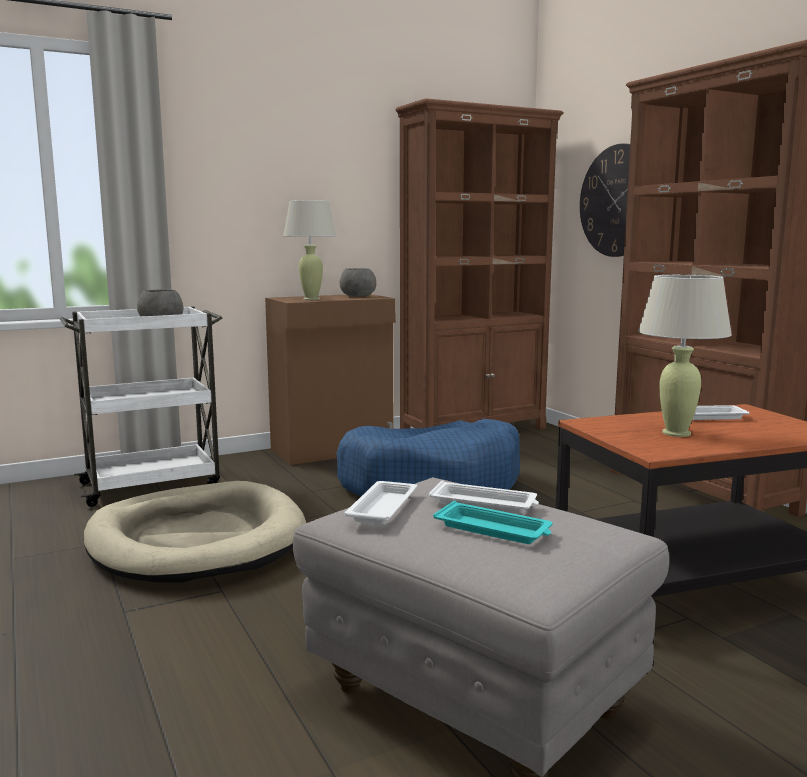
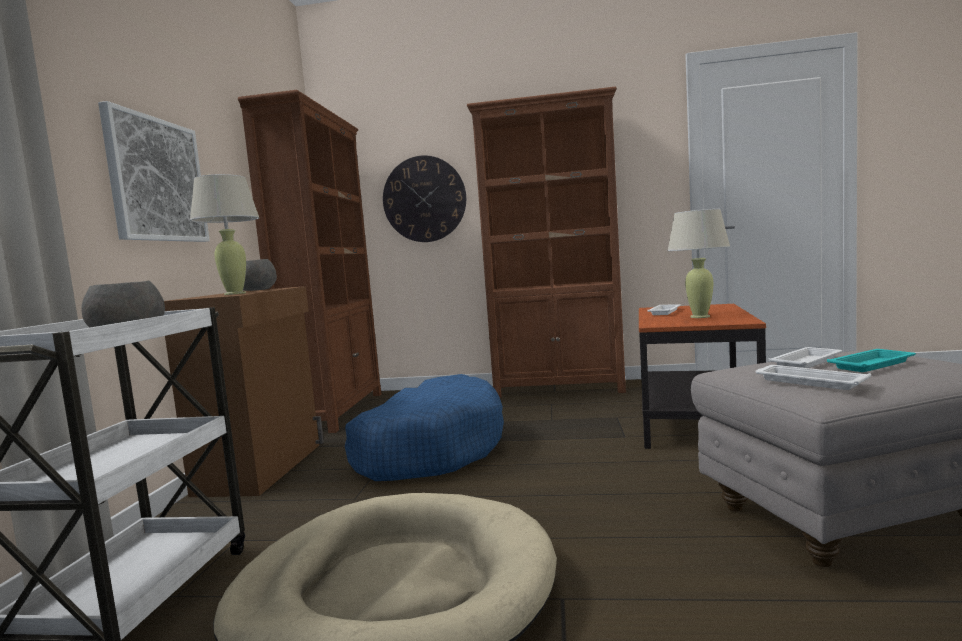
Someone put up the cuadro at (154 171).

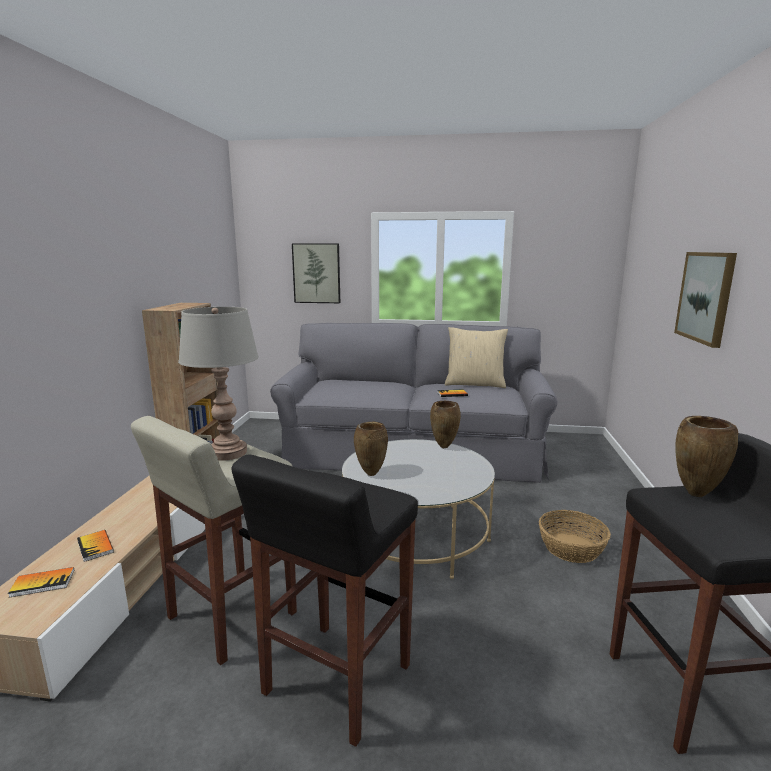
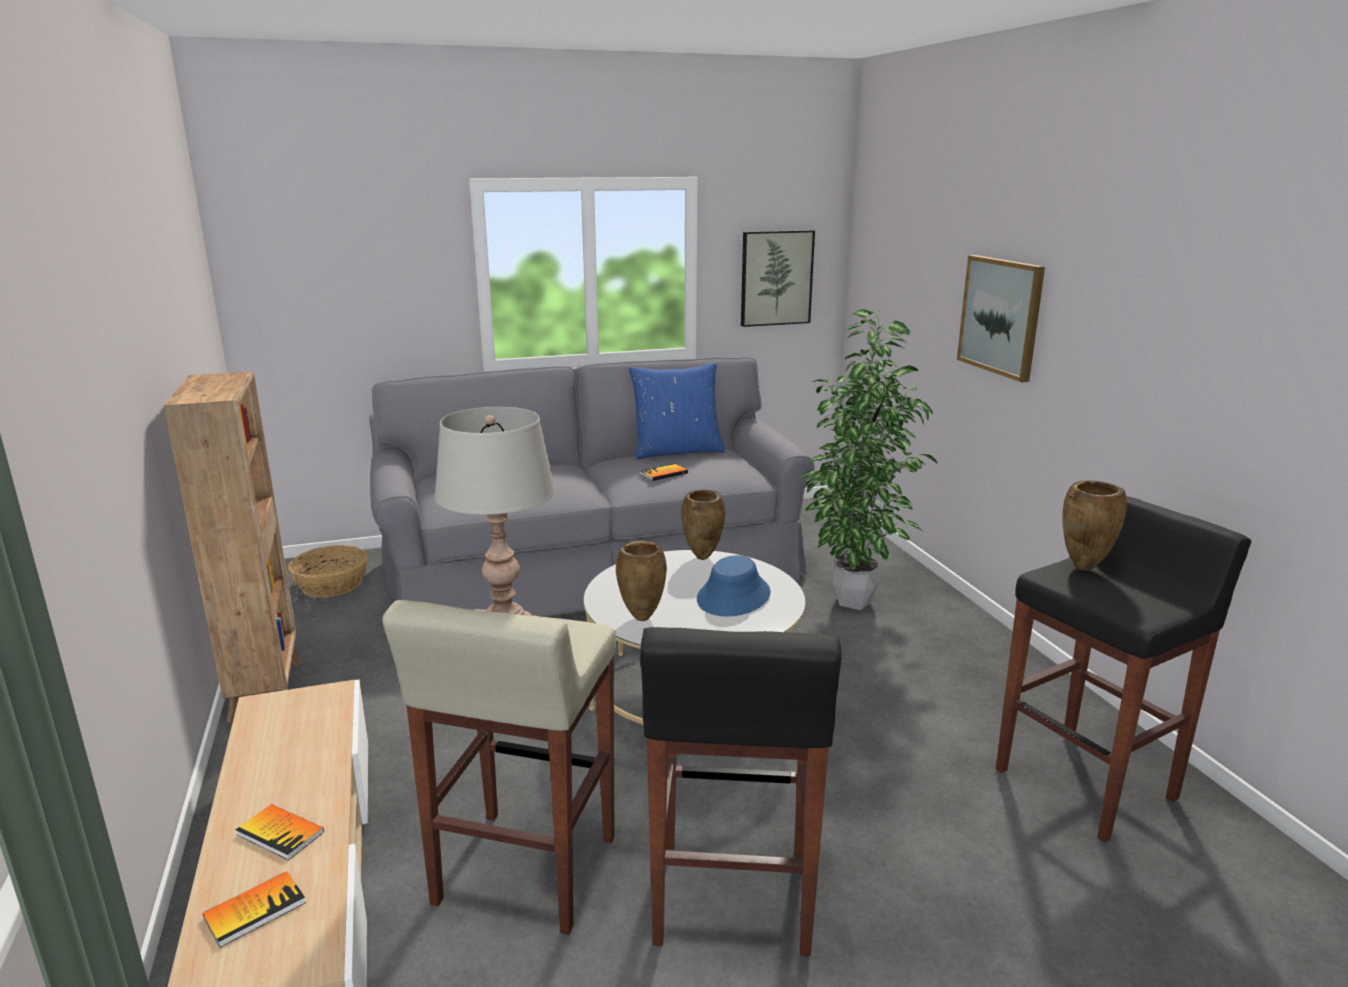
Someone put down the sombrero/azul at (733 585).
Someone put down the planta en maceta at (869 459).
Someone carried the cuadro from (316 273) to (778 278).
Someone carried the cesta from (575 536) to (328 571).
Someone repainted the cojín/beis at (476 357), which became the cojín/azul at (677 411).

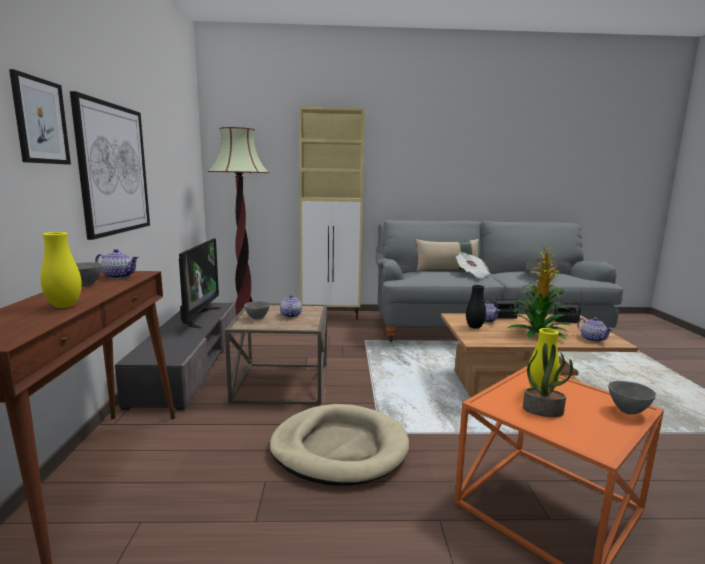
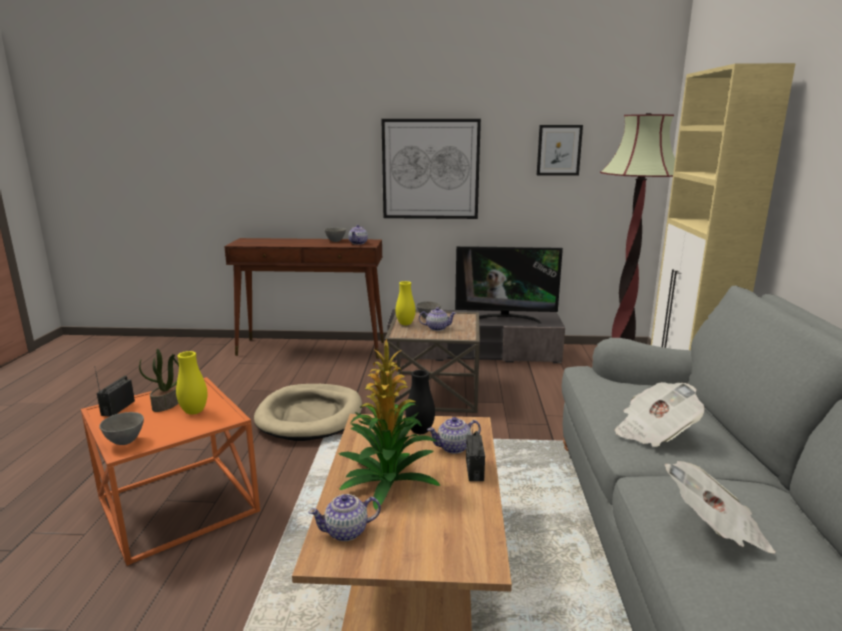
Someone took away the cojín/beis at (447 255).
Someone carried the cuadro from (40 117) to (560 150).
Someone carried the florero/amarillo from (61 270) to (406 303).
Someone carried the radio from (568 307) to (114 391).

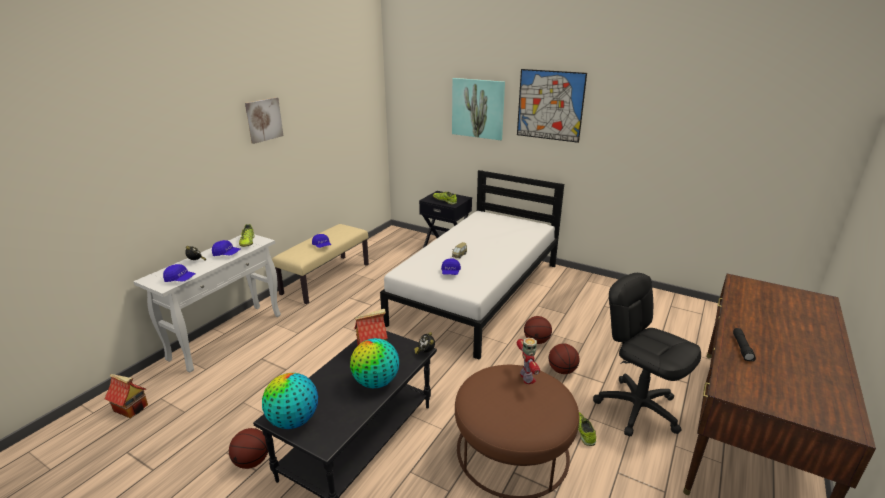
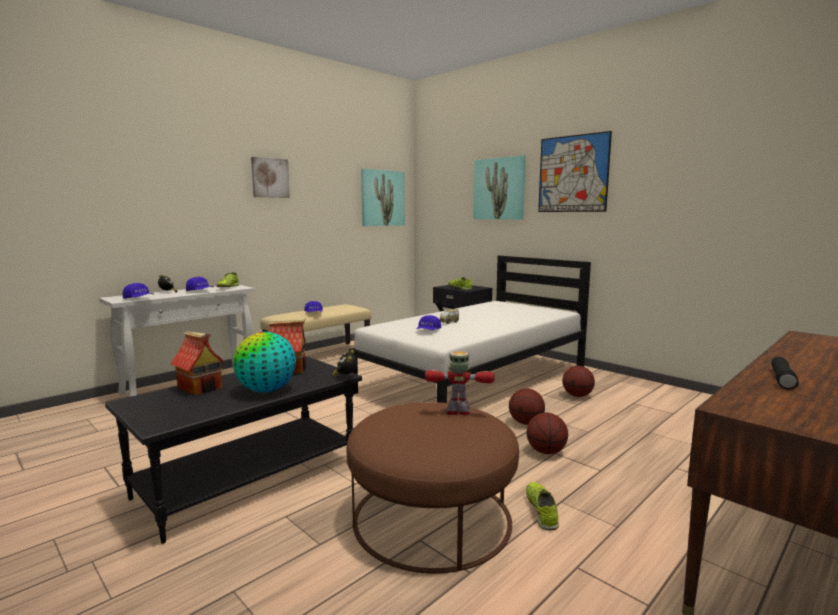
Someone took away the globo terráqueo at (290 401).
Someone took away the silla de oficina/negro at (647 354).
Someone put up the cuadro at (383 197).
Someone carried the casita from (126 396) to (197 363).
Someone carried the balón de baloncesto from (248 448) to (578 381).
Someone rotated the robot de juguete at (528 361) by 90 degrees counterclockwise.

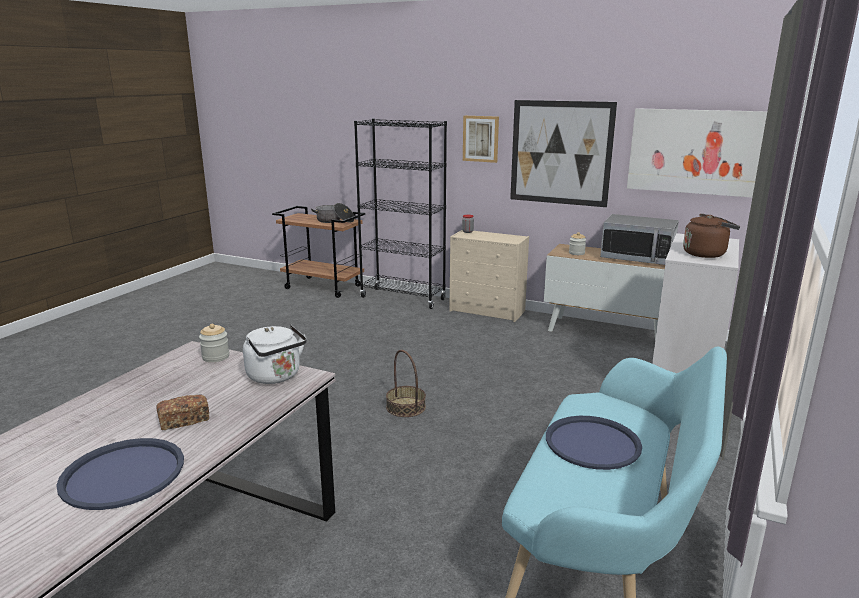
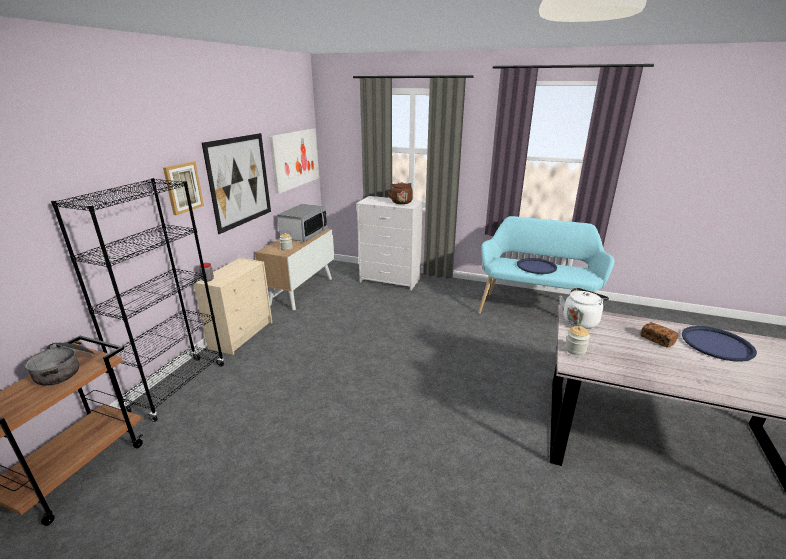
Someone took away the cesta at (406 383).

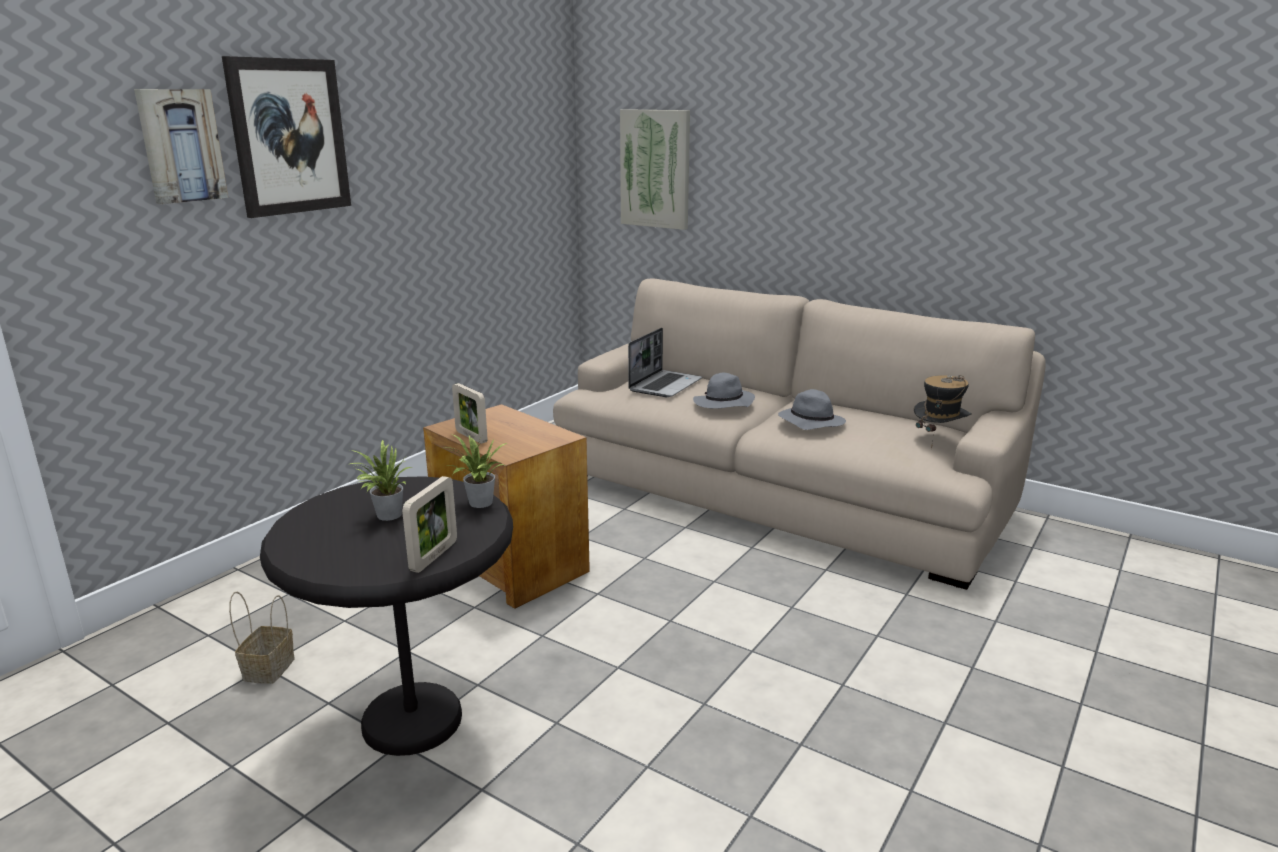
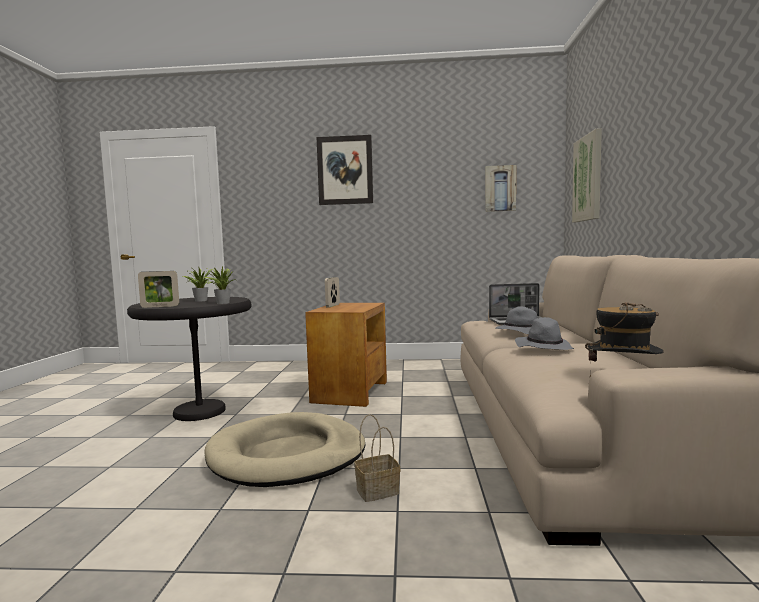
Someone put down the cama para perro/beis at (285 449).
Someone carried the cuadro from (181 146) to (500 188).
Someone carried the cesta from (262 637) to (377 458).

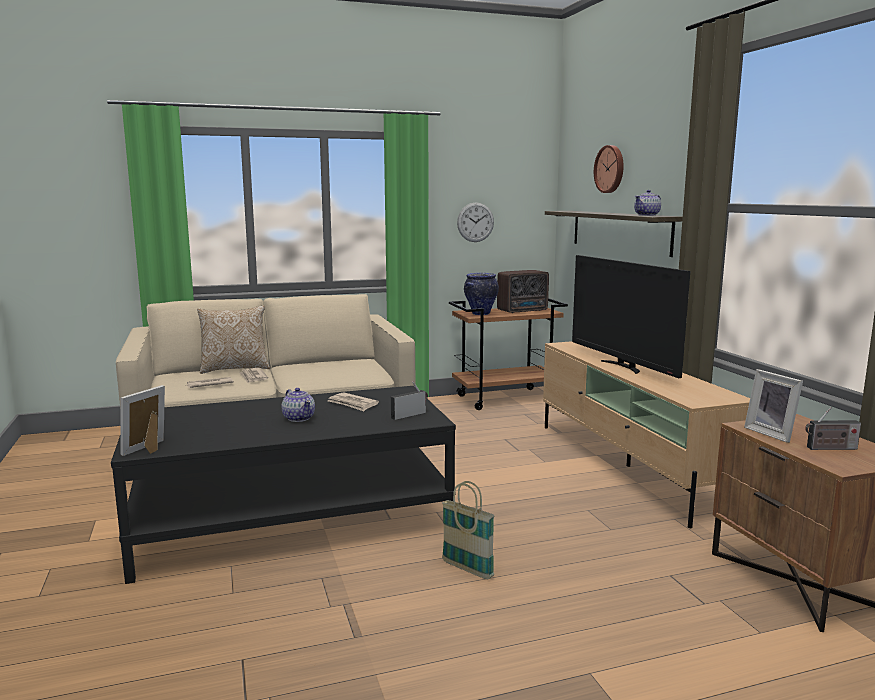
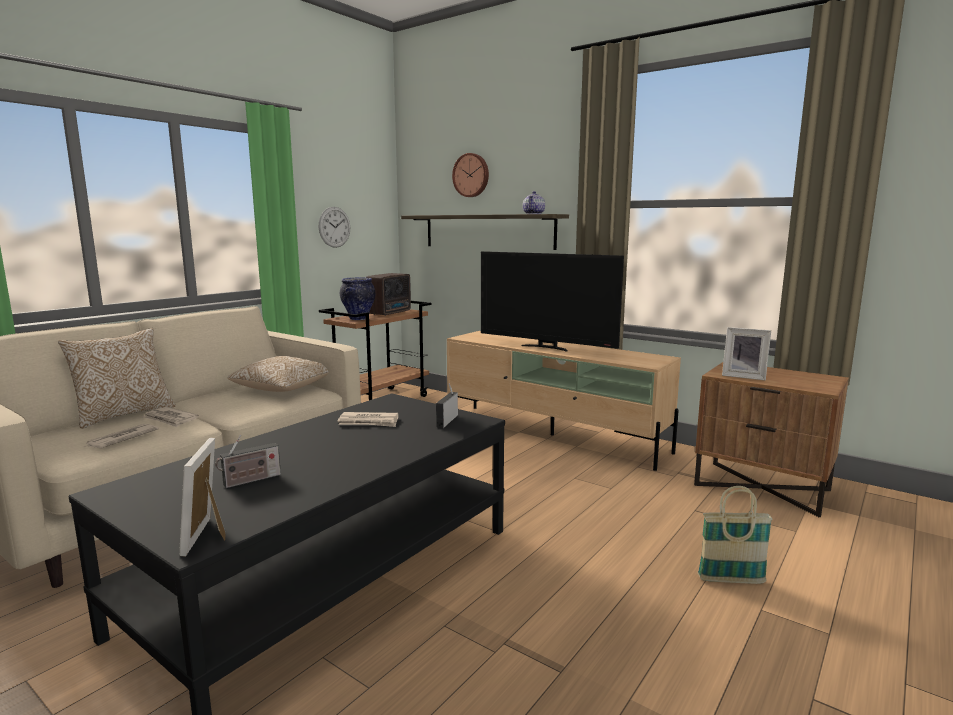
Someone took away the tetera at (298 405).
Someone put down the cojín at (278 374).
Someone carried the cesta from (468 530) to (735 535).
Someone carried the radio from (833 428) to (248 461).

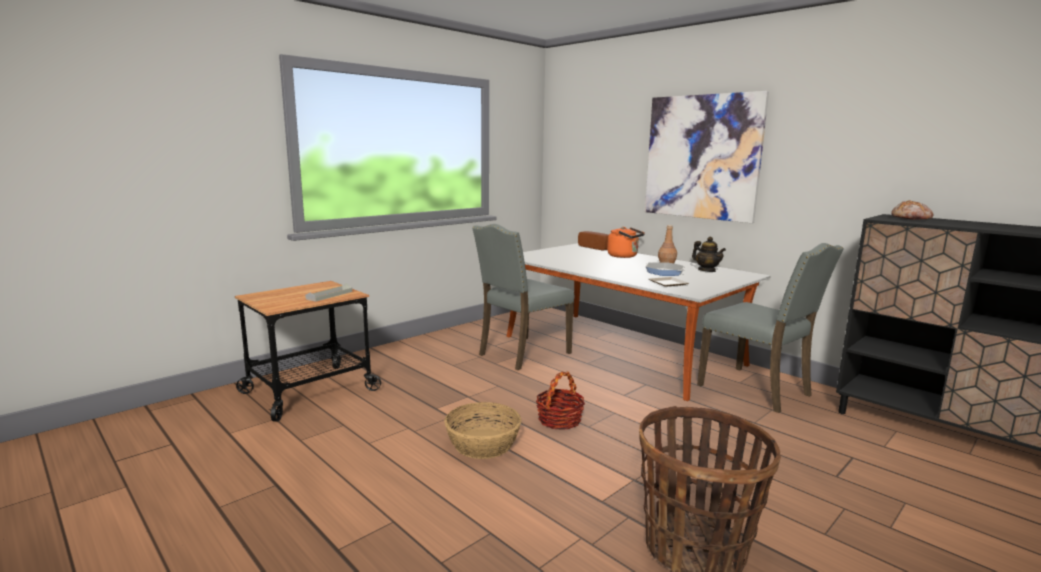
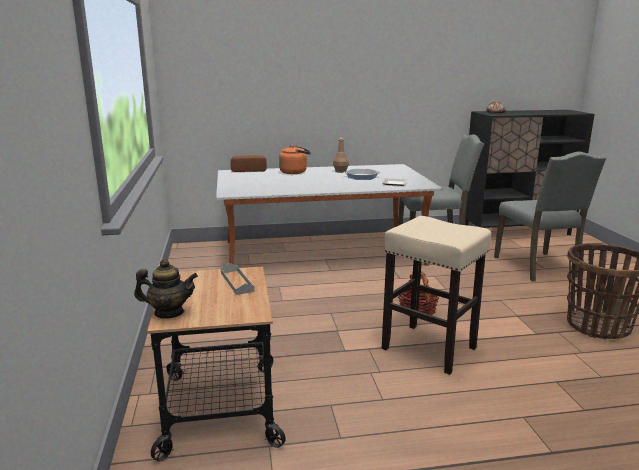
Someone took away the cuadro at (707 157).
Someone carried the silla/gris from (523 297) to (550 217).
Someone carried the tetera from (709 254) to (166 289).
Someone swapped the cesta at (483 430) for the taburete/beis at (436 295).

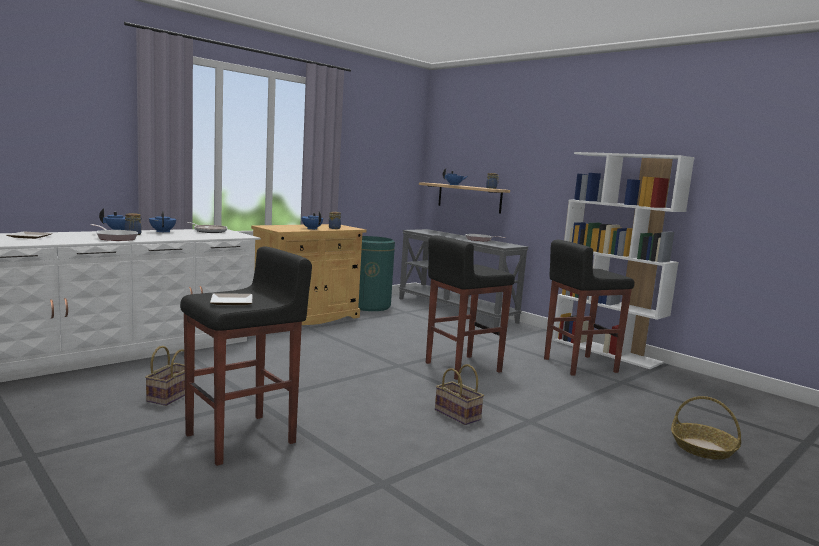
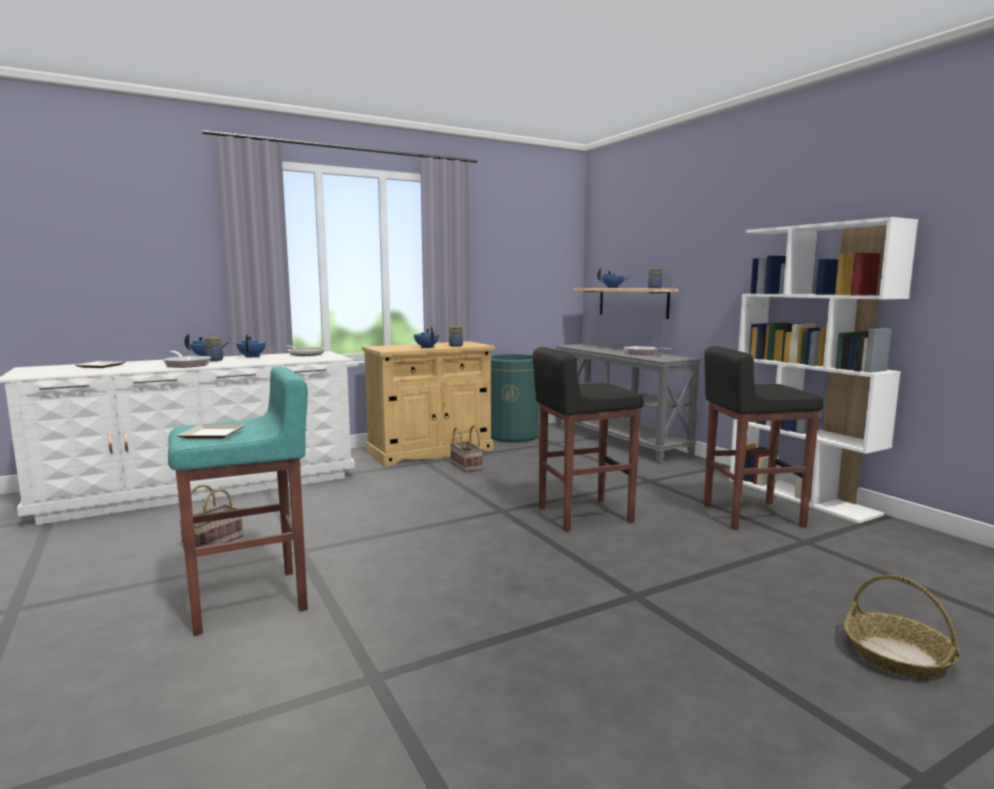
Someone carried the cesta from (459 394) to (466 448).
Someone repainted the taburete/negro at (246 356), which became the taburete/turquesa at (238 501).

